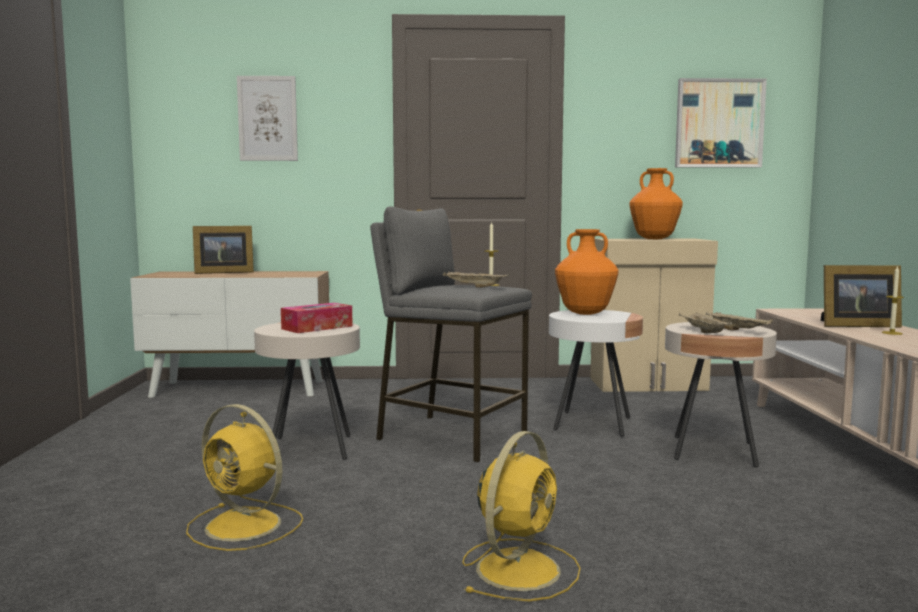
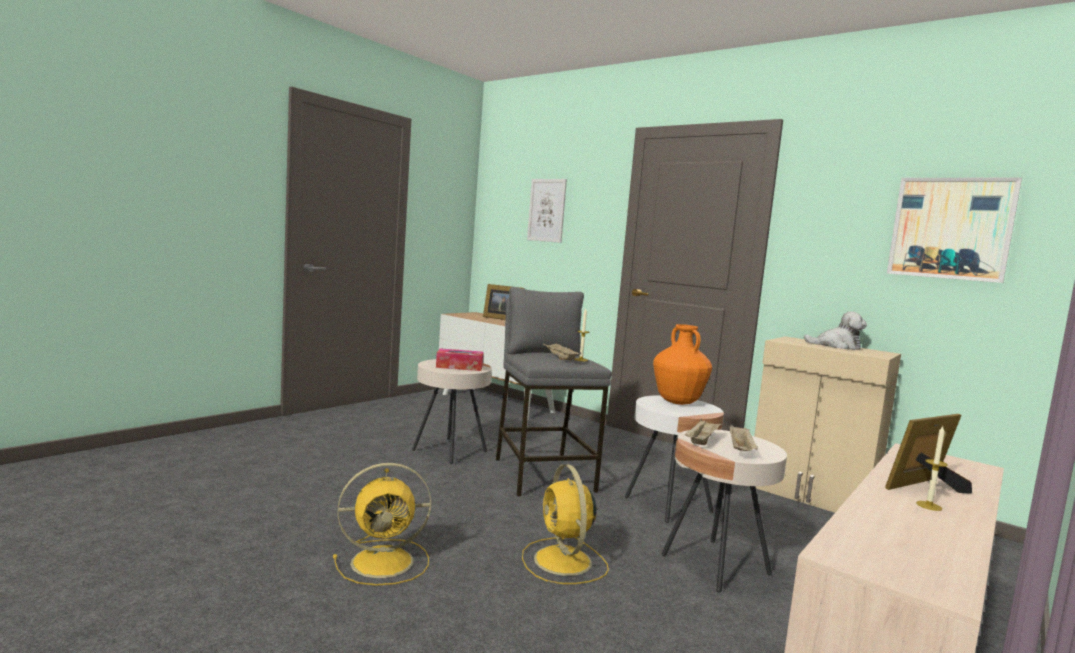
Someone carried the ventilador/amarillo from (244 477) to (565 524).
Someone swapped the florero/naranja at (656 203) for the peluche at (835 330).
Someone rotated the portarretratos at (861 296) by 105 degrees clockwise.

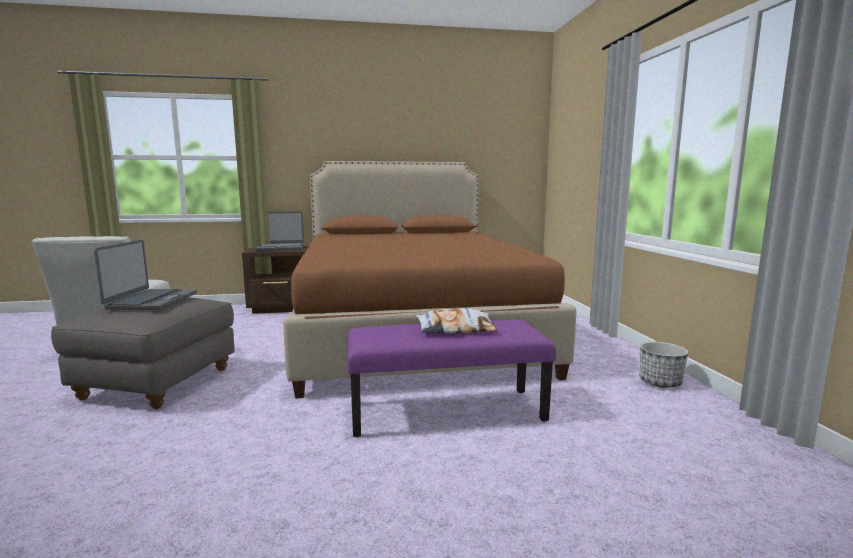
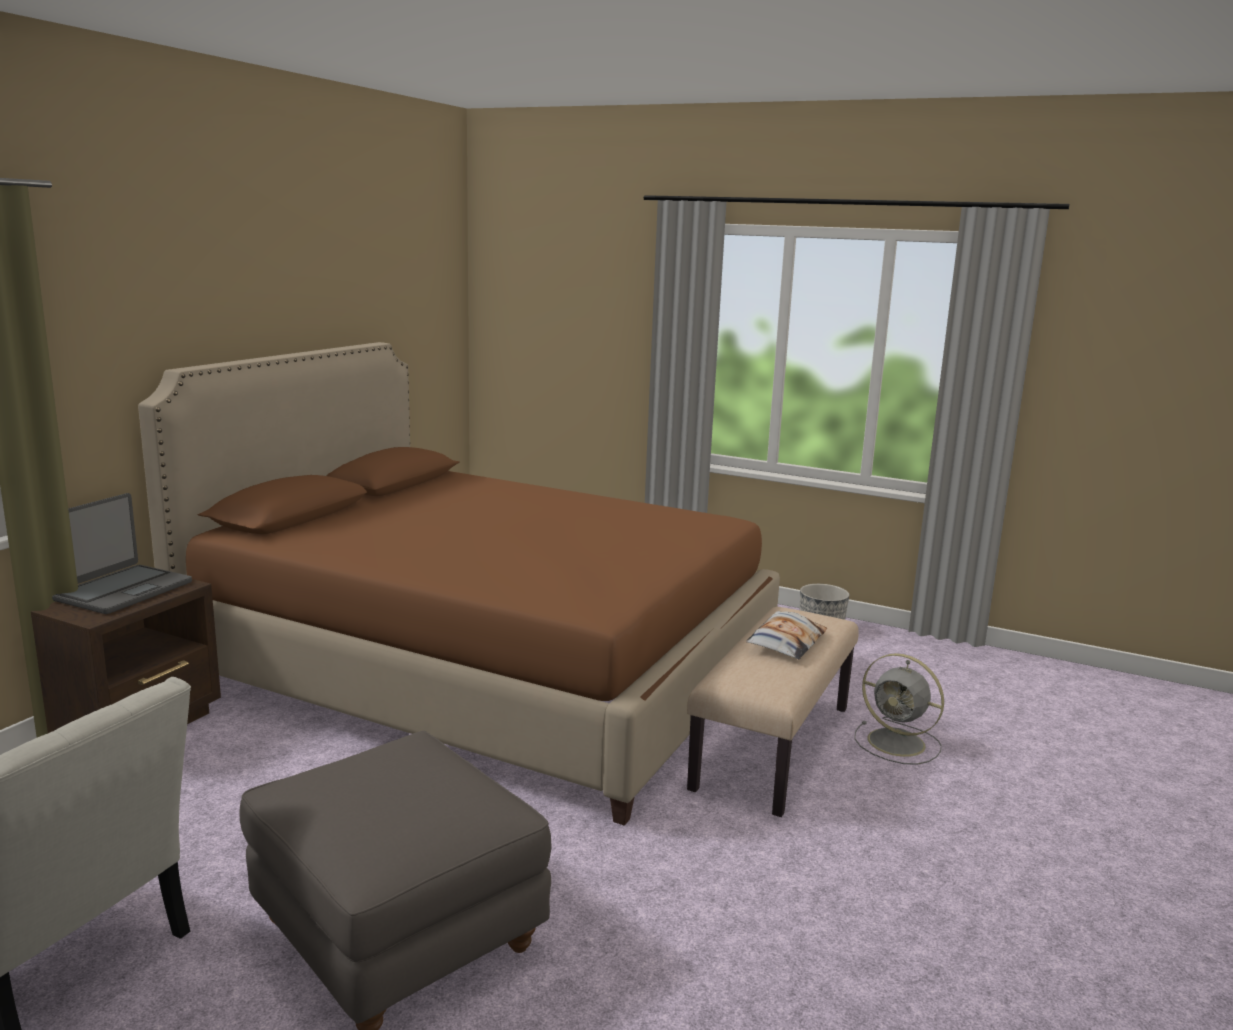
Someone took away the portátil at (145 275).
Someone put down the ventilador/gris at (899 709).
Someone repainted the banco/morado at (452 378), which became the banco/beis at (773 712).

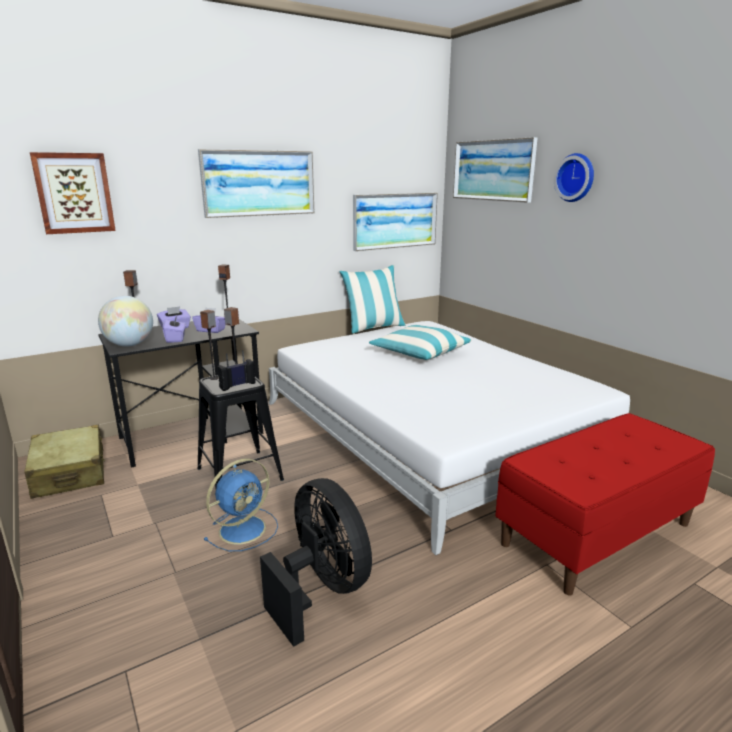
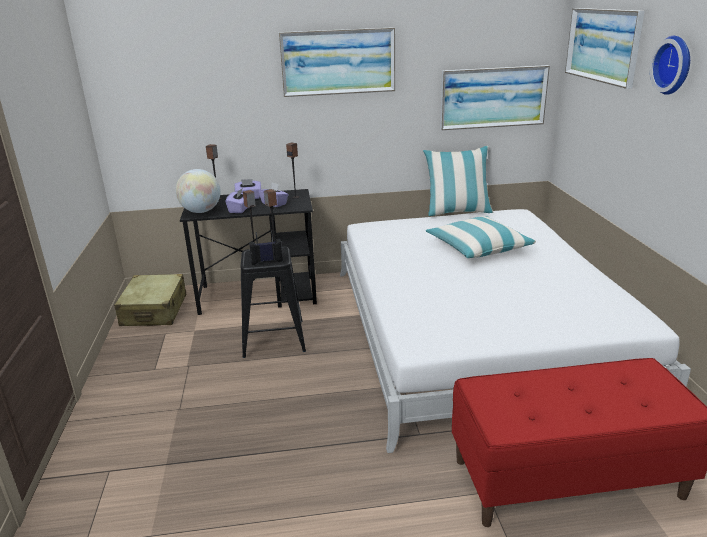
Someone took away the cuadro at (73 193).
Someone took away the ventilador/azul at (241 505).
Someone took away the ventilador/negro at (316 562).

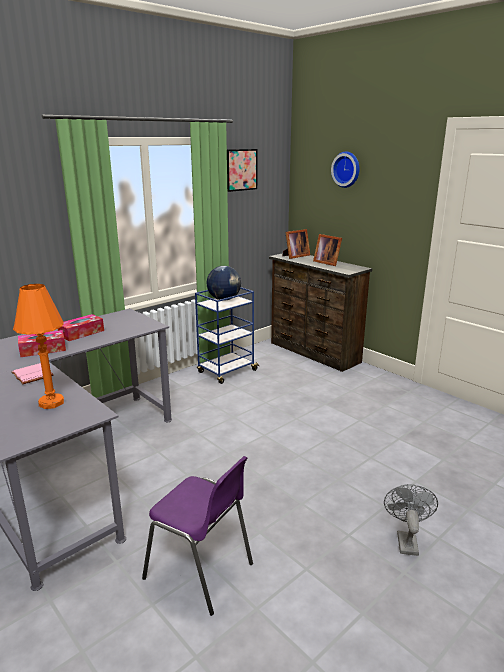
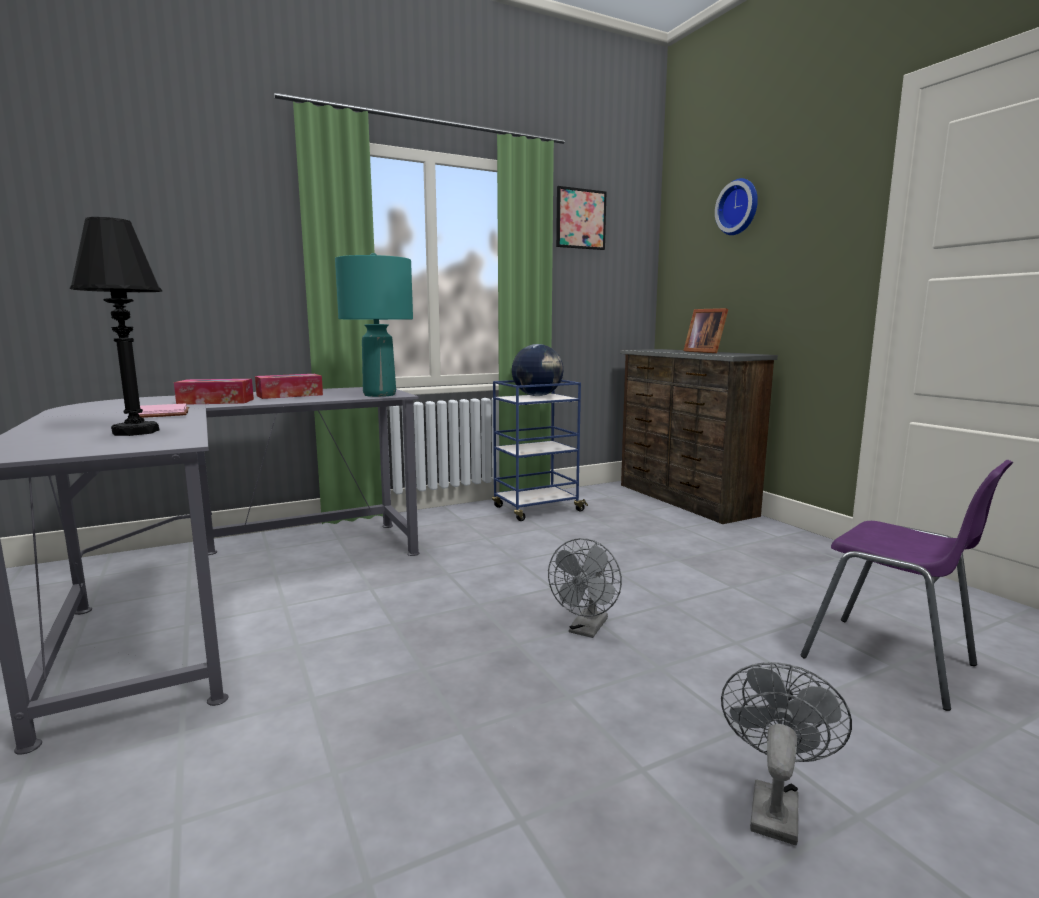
Someone took away the portarretratos at (296 244).
Someone put down the lámpara de mesa/turquesa at (374 325).
Someone put down the ventilador/gris at (585 588).
Someone carried the silla/morado from (197 536) to (906 585).
Someone repainted the lámpara de mesa/naranja at (38 346), which became the lámpara de mesa/negro at (116 326).

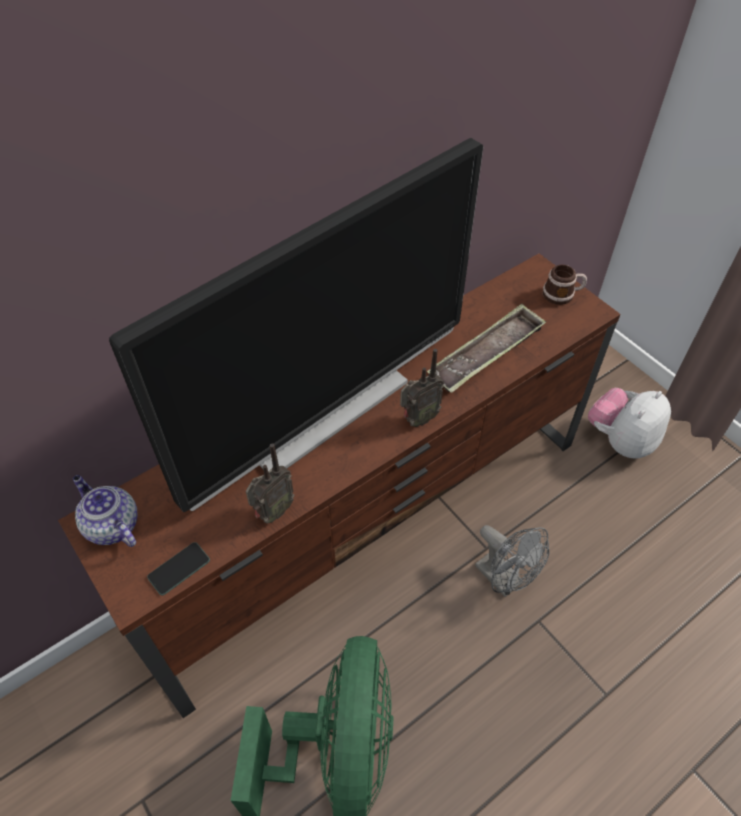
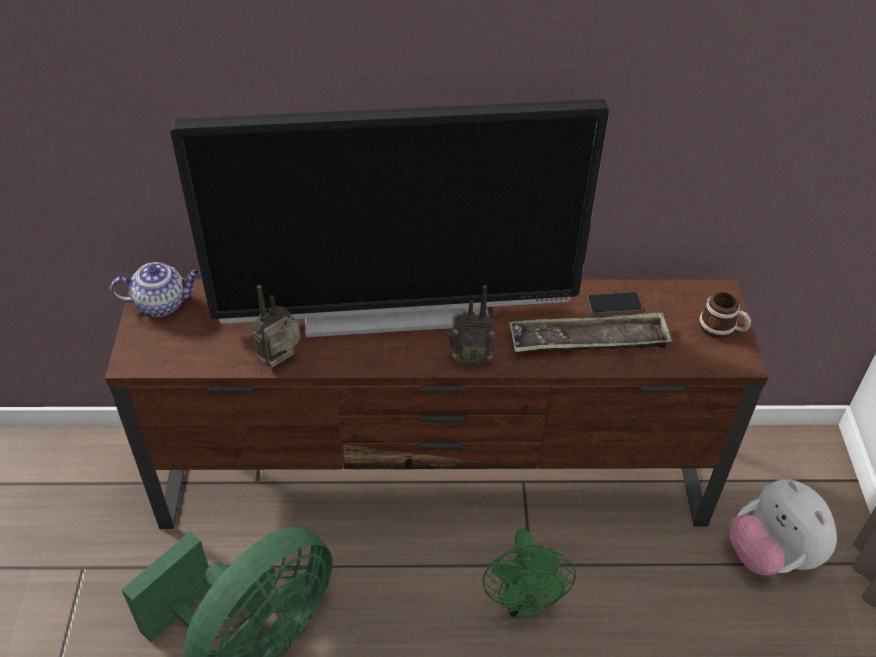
Someone carried the móvil from (178 569) to (614 303).
Someone repainted the ventilador/gris at (512 561), which became the ventilador/verde at (529 573).
Someone rotated the tetera at (105 511) by 90 degrees clockwise.
Someone rotated the radio at (270 483) by 150 degrees clockwise.
Someone rotated the peluche at (629 423) by 105 degrees counterclockwise.

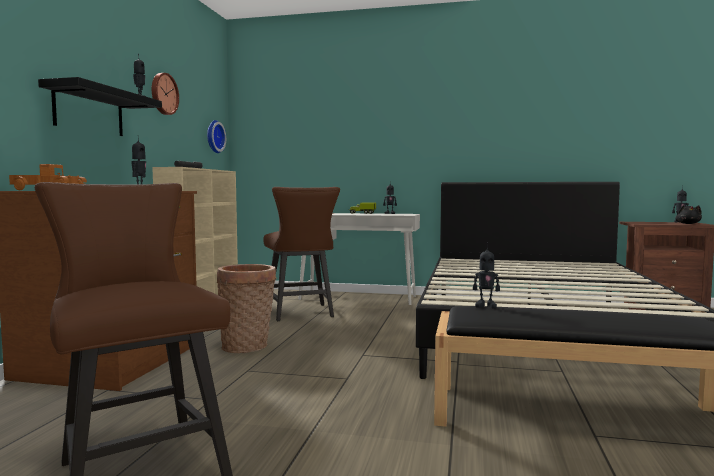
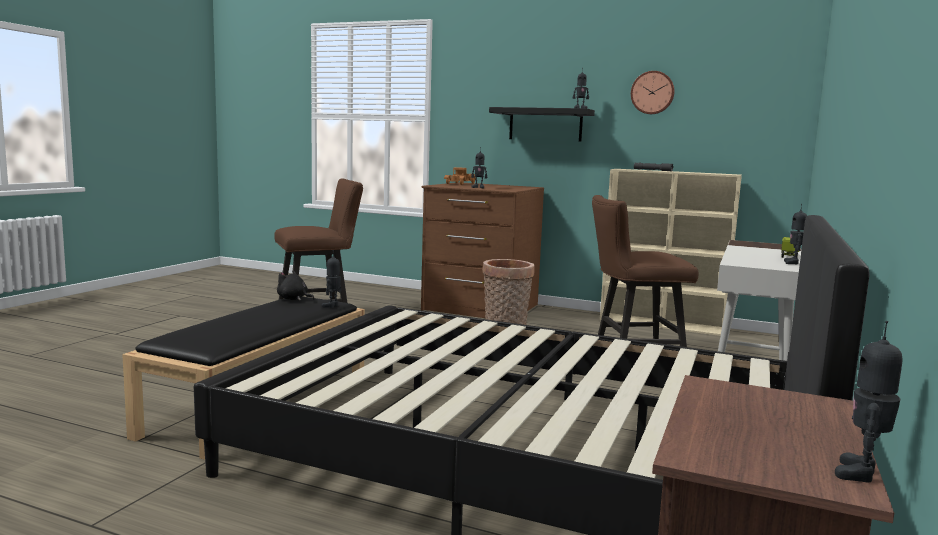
Someone took away the reloj de pared at (216 136).
Someone carried the peluche/negro from (688 214) to (296 285).

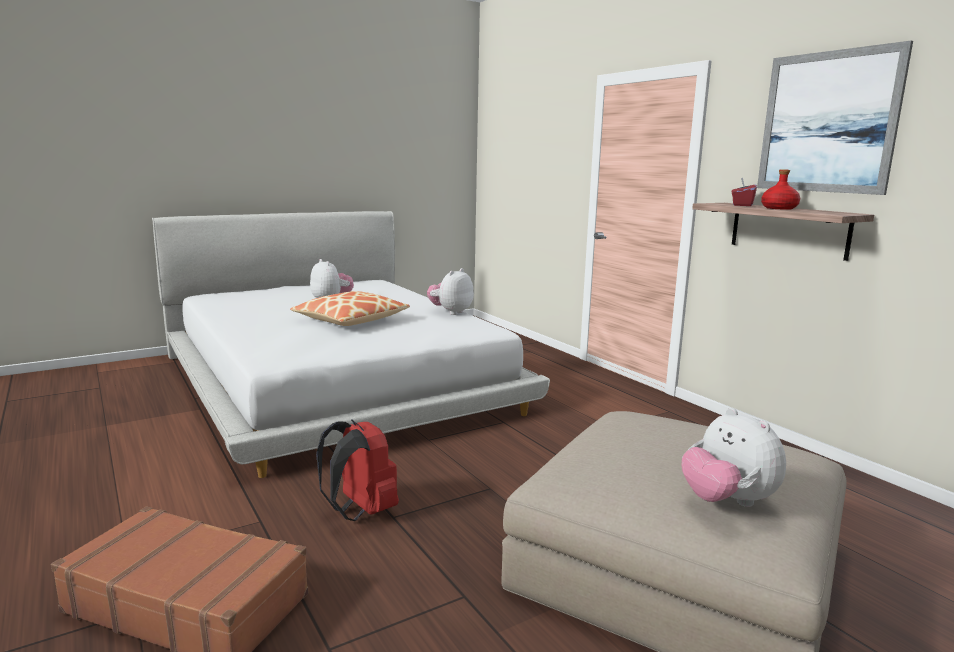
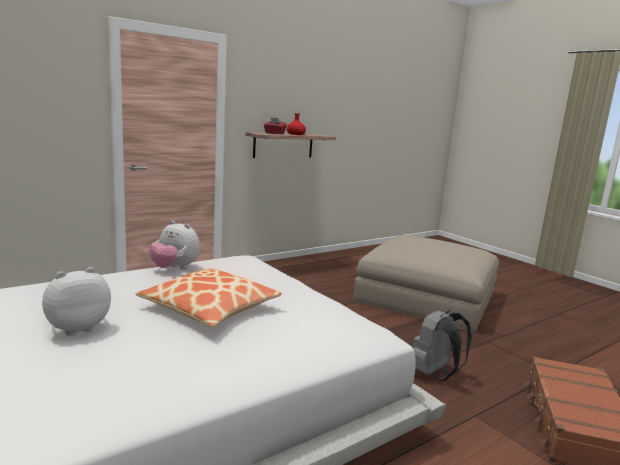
Someone took away the peluche at (734 457).
Someone took away the cuadro at (835 118).
Someone repainted the mochila/rojo at (357 470), which became the mochila/gris at (442 346).

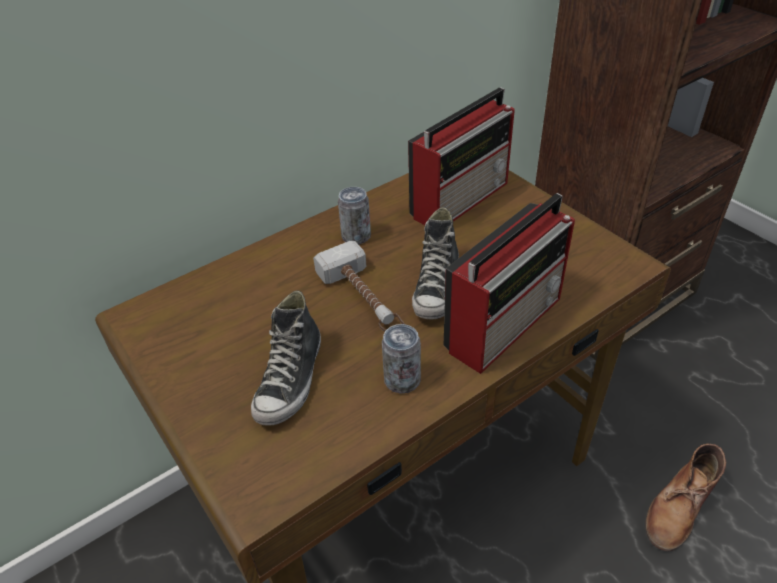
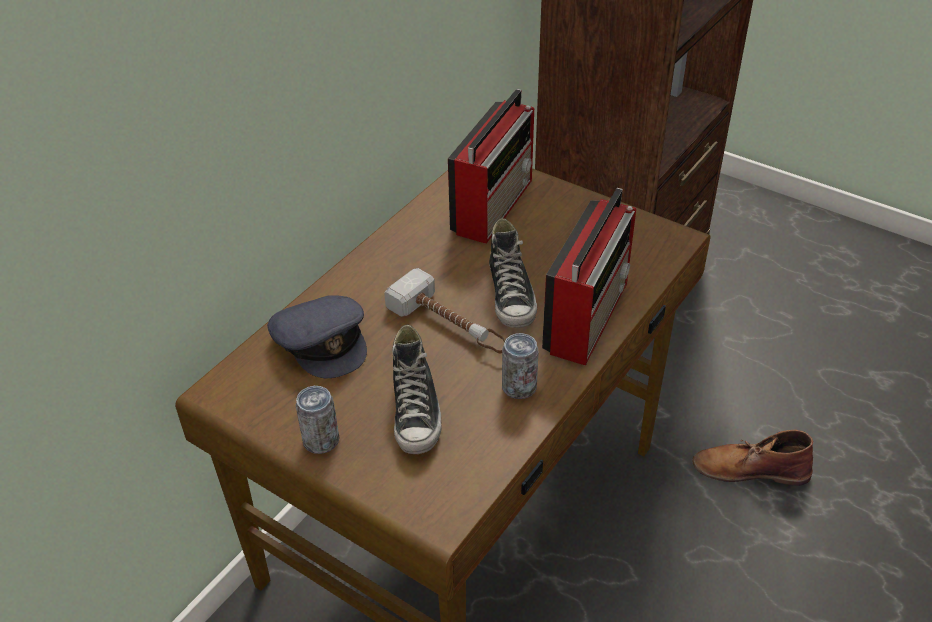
Someone put down the gorra/gris at (317 336).
Someone carried the lata from (354 215) to (317 420).
Someone rotated the bota/marrón at (685 497) by 75 degrees clockwise.

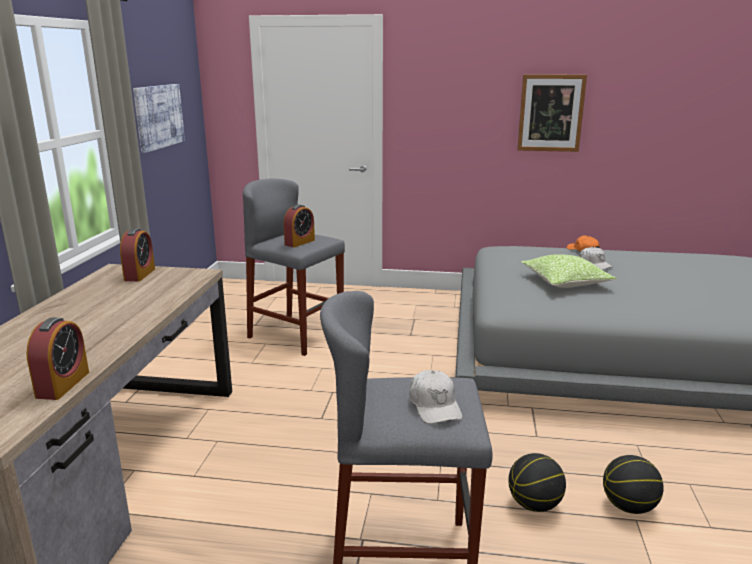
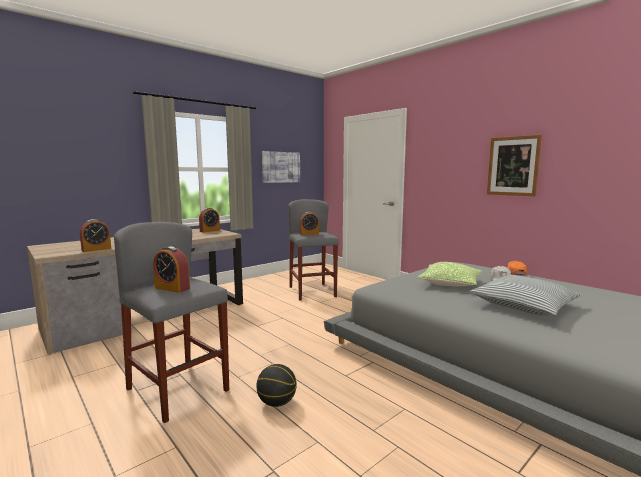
Someone took away the balón de baloncesto at (633 484).
Someone put down the cojín at (525 295).
Someone swapped the gorra/blanco at (435 397) for the despertador at (171 269).

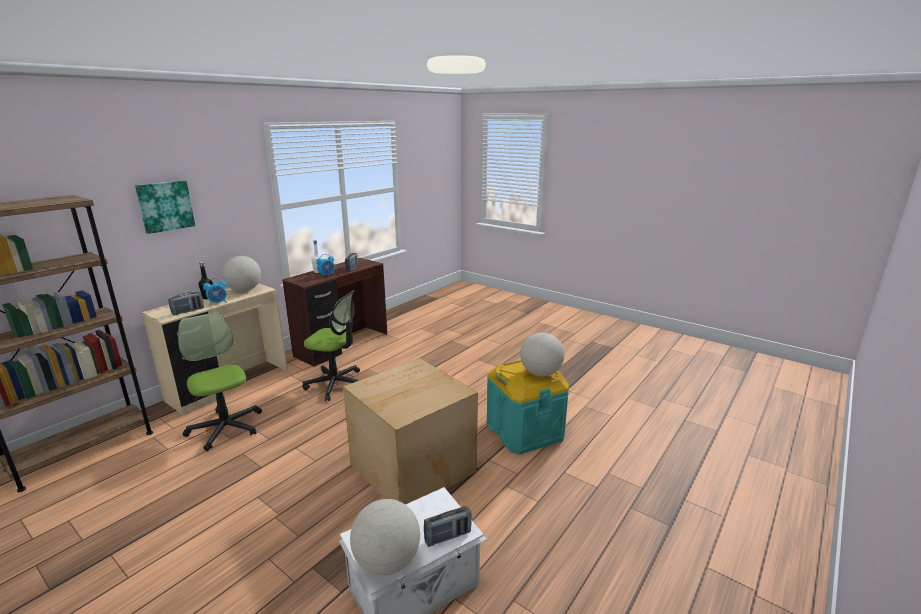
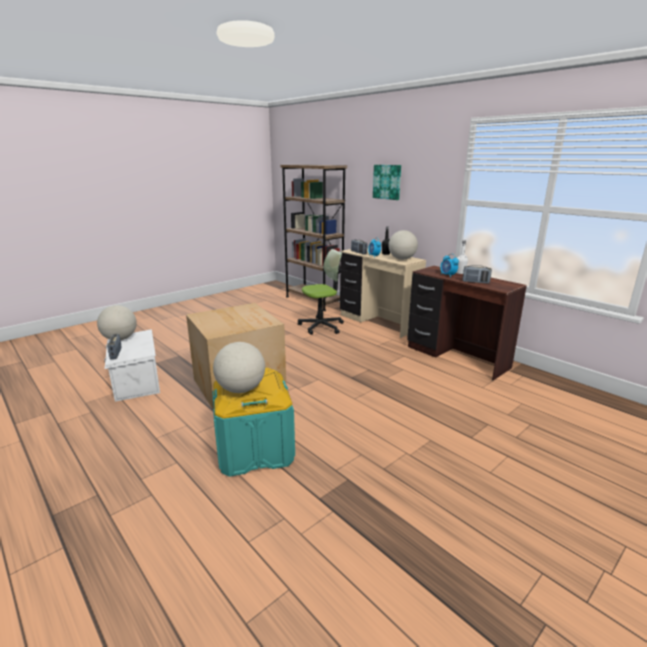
Someone took away the silla de oficina at (331 345).

